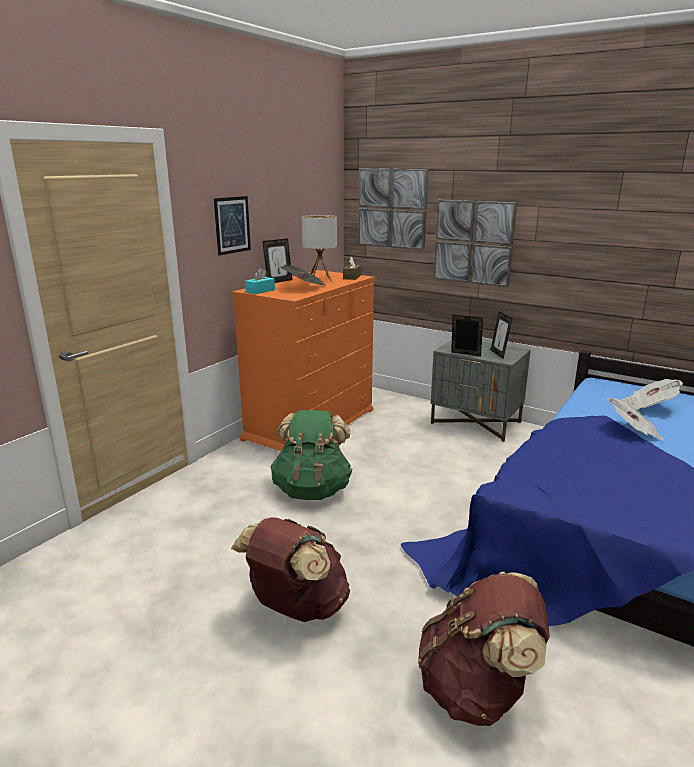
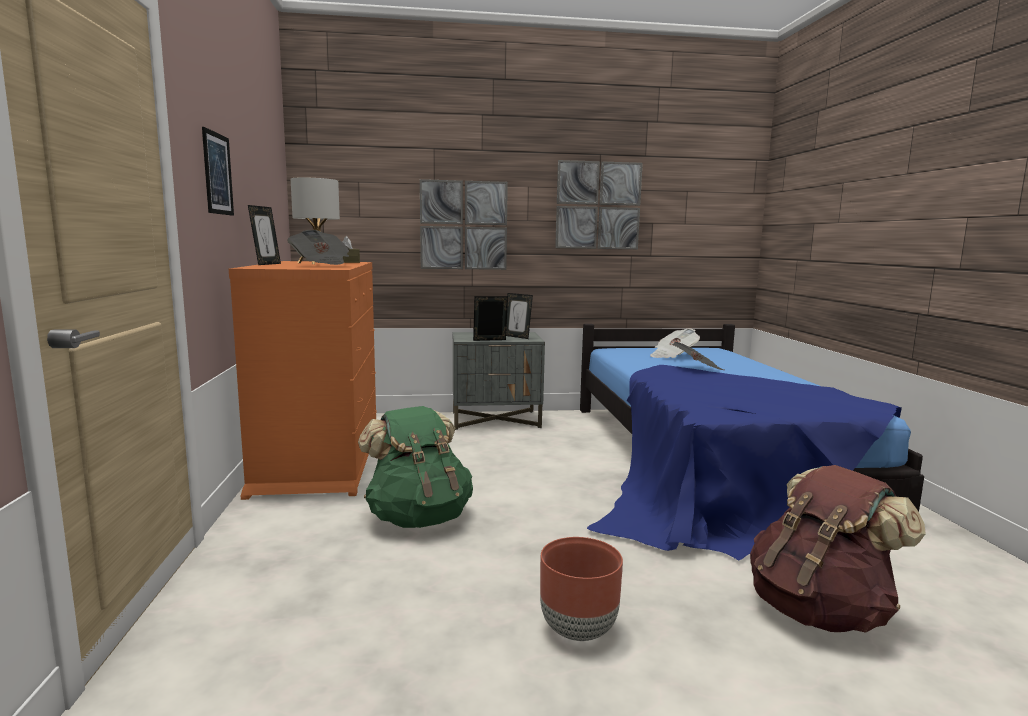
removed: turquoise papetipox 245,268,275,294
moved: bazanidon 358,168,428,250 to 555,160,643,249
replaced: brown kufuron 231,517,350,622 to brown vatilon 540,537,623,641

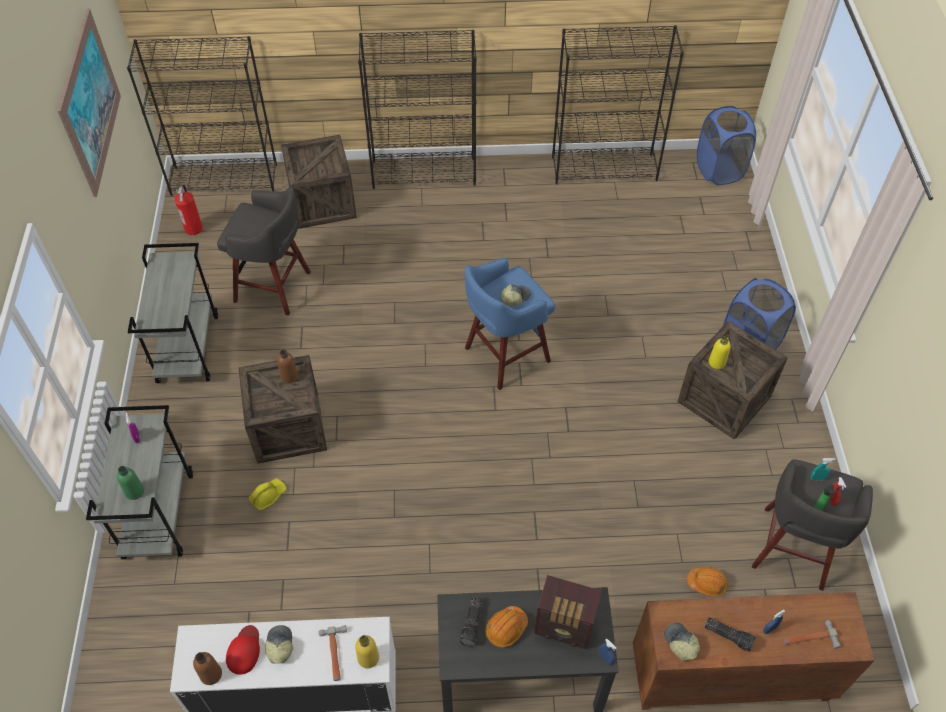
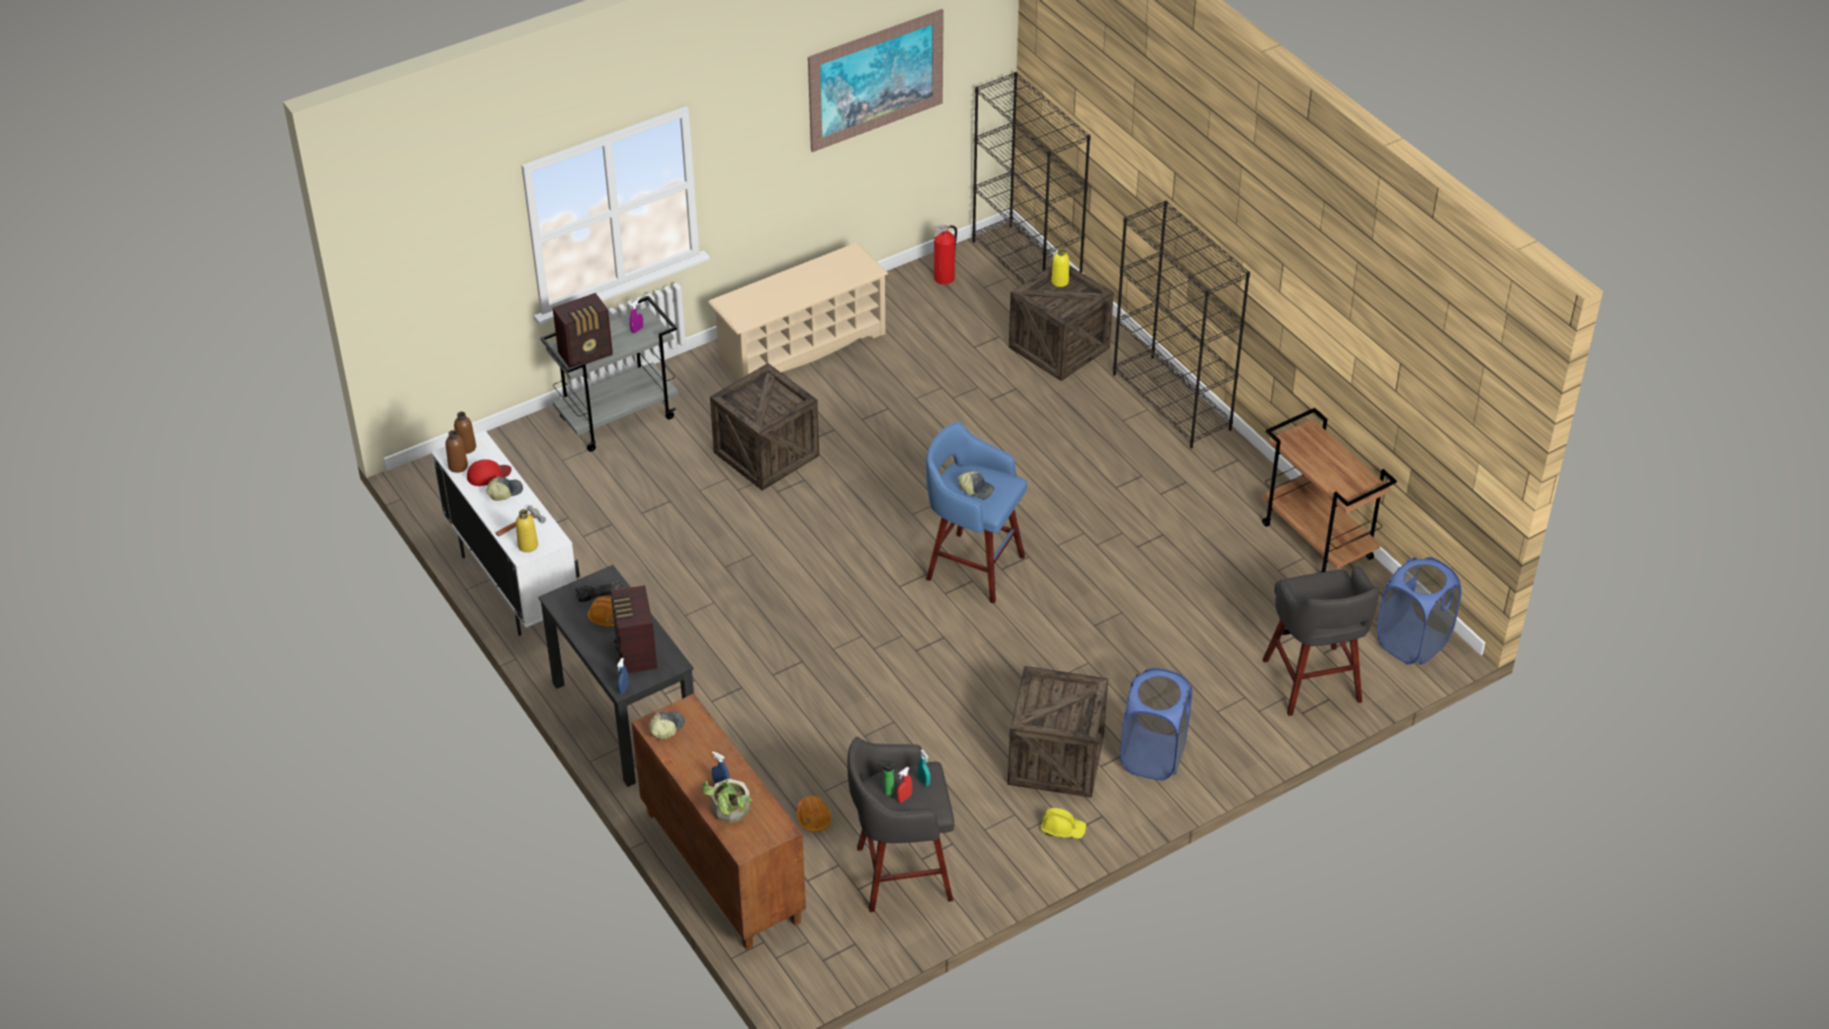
removed: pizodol 705,617,756,652
moved: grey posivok 217,186,311,316 to 1262,566,1379,716; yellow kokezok 709,336,730,369 to 1051,247,1069,287; brown kokezok 277,350,298,383 to 454,412,476,454; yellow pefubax 249,479,287,510 to 1041,808,1086,839
replaced: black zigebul 552,25,684,184 to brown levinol 1262,408,1397,572; grey levinol 128,243,218,383 to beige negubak 708,243,888,381; green kokezok 117,466,144,500 to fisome 553,293,613,368; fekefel 783,620,841,649 to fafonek 702,779,753,824

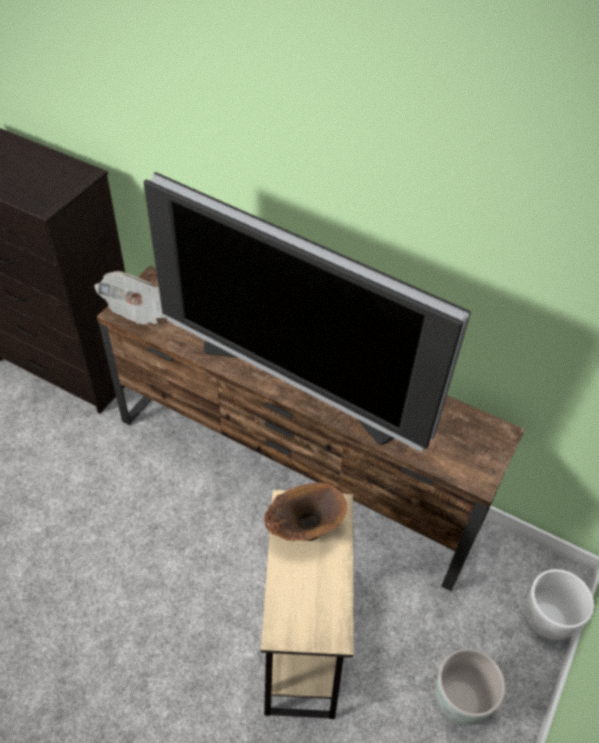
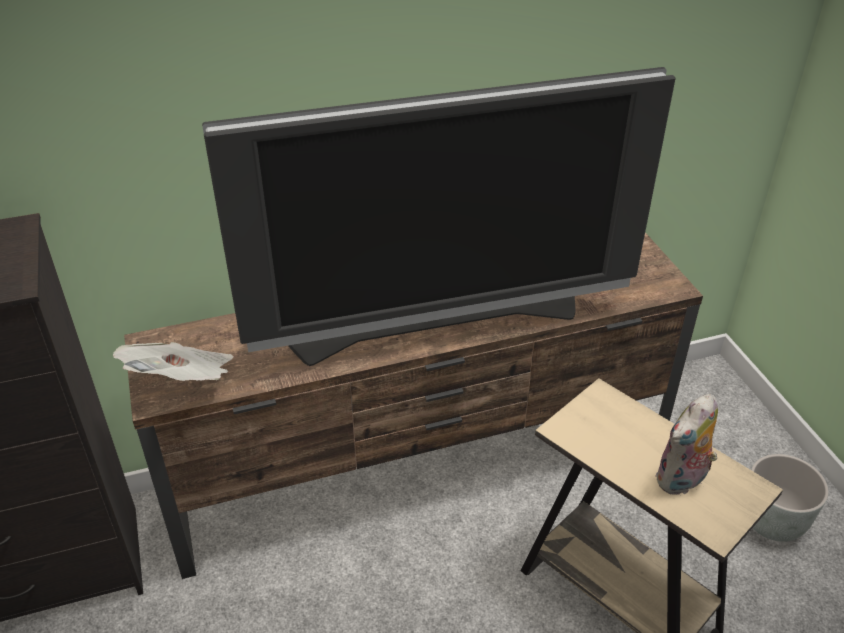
removed: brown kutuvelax 264,482,347,541; white vatilon 525,569,594,640
added: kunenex 655,394,718,495

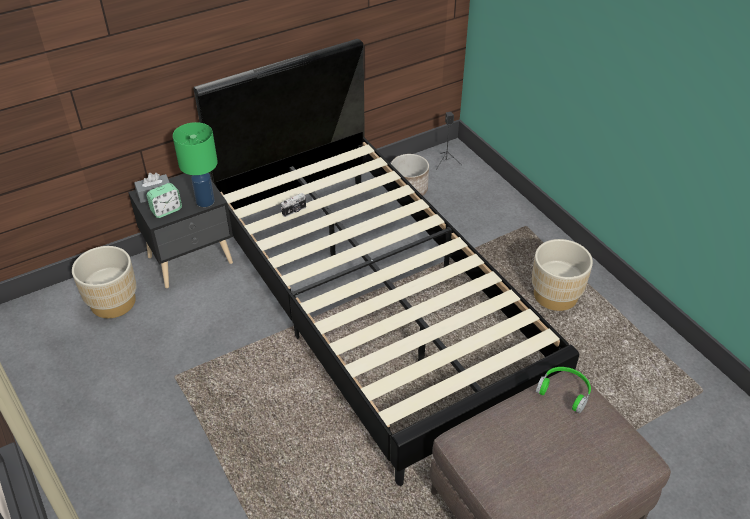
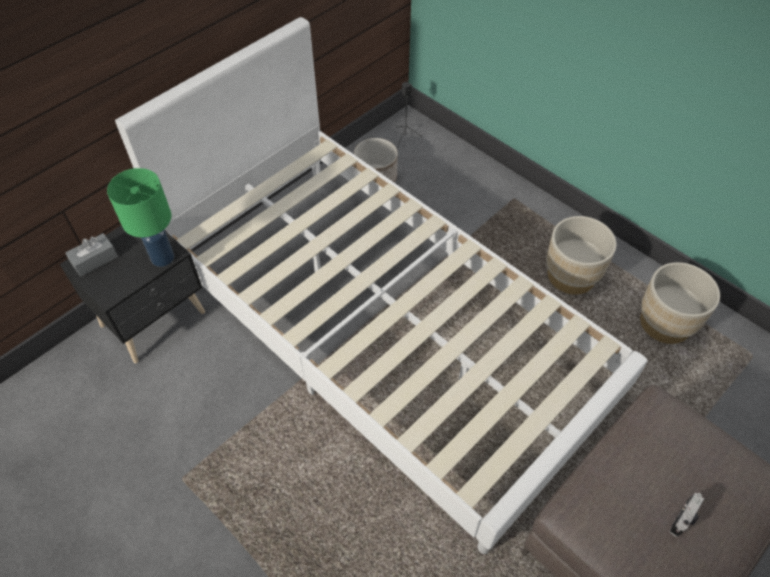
removed: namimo 147,183,182,218; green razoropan 536,367,591,413
moved: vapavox 281,193,306,217 to 669,493,704,537; beige vatilon 72,246,137,318 to 640,262,720,344
recoloured: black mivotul 193,39,579,486 to white mivotul 115,17,648,554

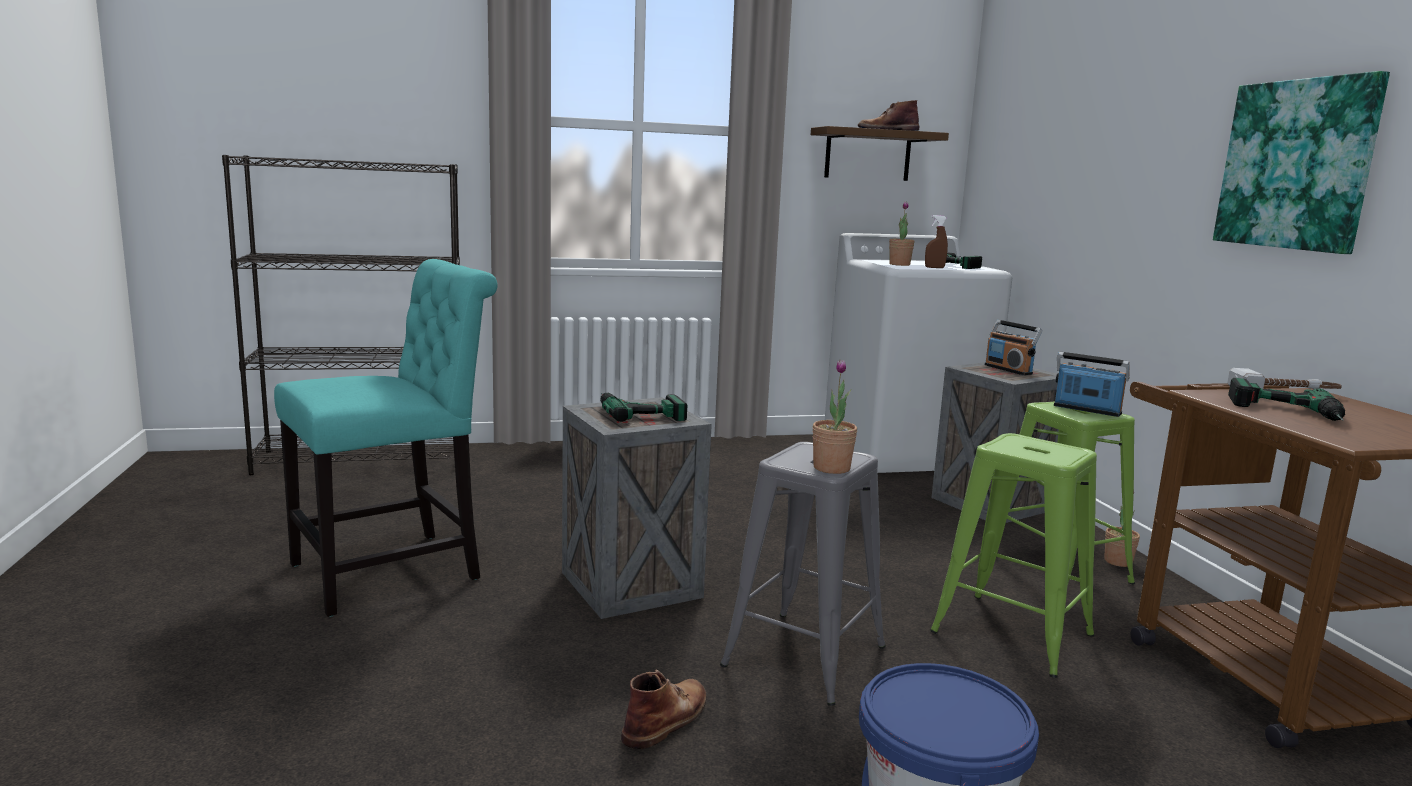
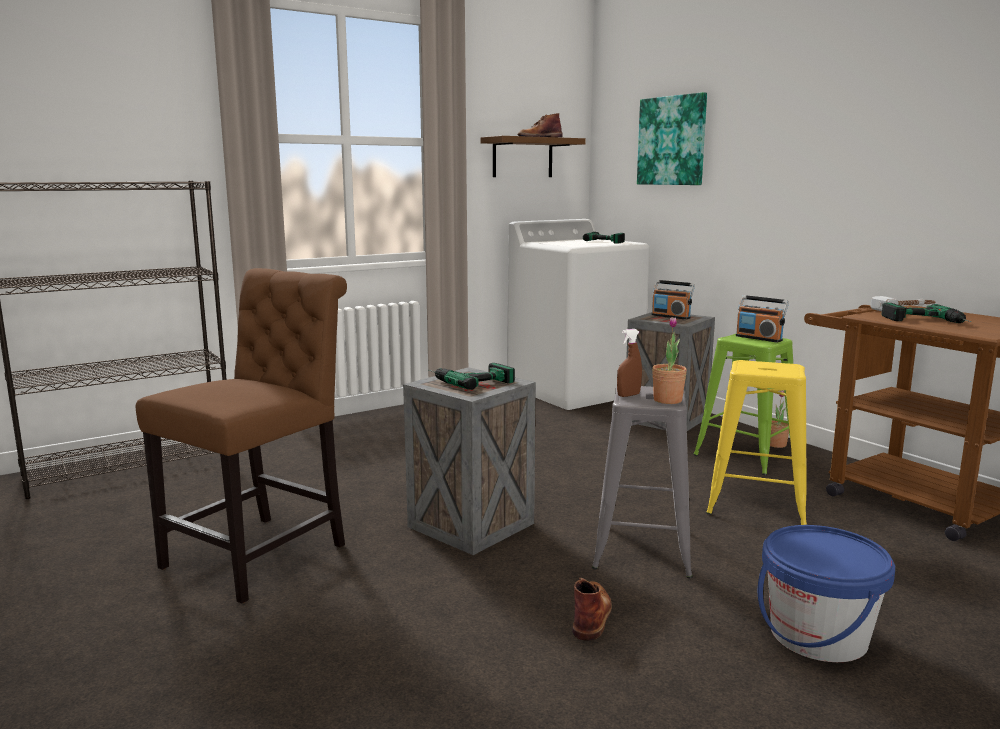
removed: fafonek 889,201,914,266
moved: bazanidon 1213,71,1390,254 to 637,92,707,185; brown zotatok 925,215,948,268 to 617,329,642,397
recoloured: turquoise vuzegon 274,259,498,617 to brown vuzegon 136,268,347,604; green posivok 930,433,1097,678 to yellow posivok 706,360,807,525
turned: fisome 1054,352,1130,417 = 736,295,789,343 150 degrees counterclockwise

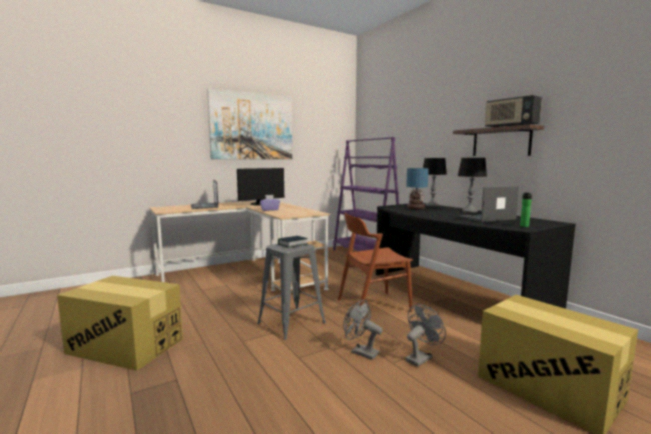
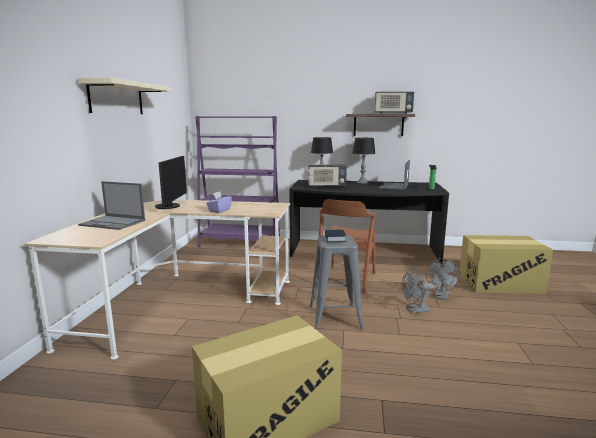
replaced: bazanidon 207,89,292,159 to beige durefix 77,77,171,114; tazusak 406,168,429,210 to fisome 308,164,347,187
turned: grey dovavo 405,304,446,367 = 426,258,461,300 150 degrees counterclockwise

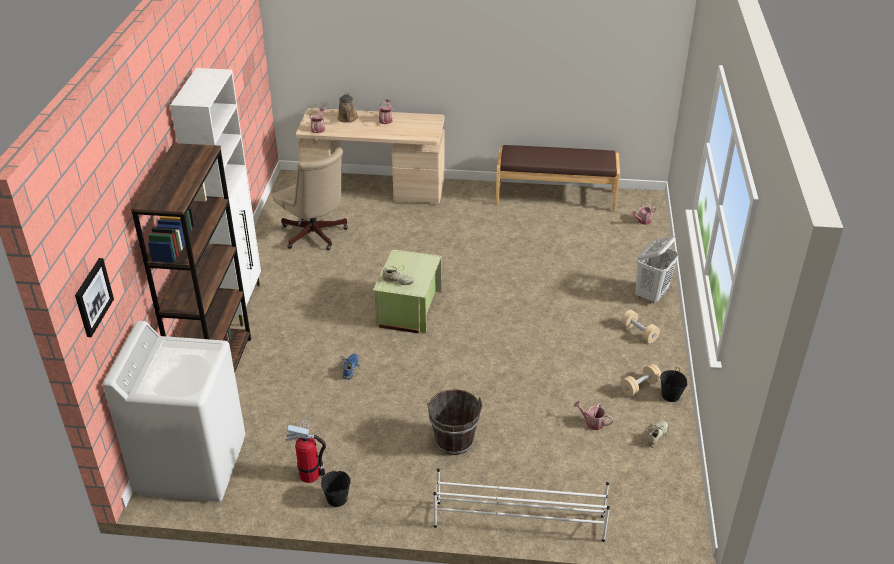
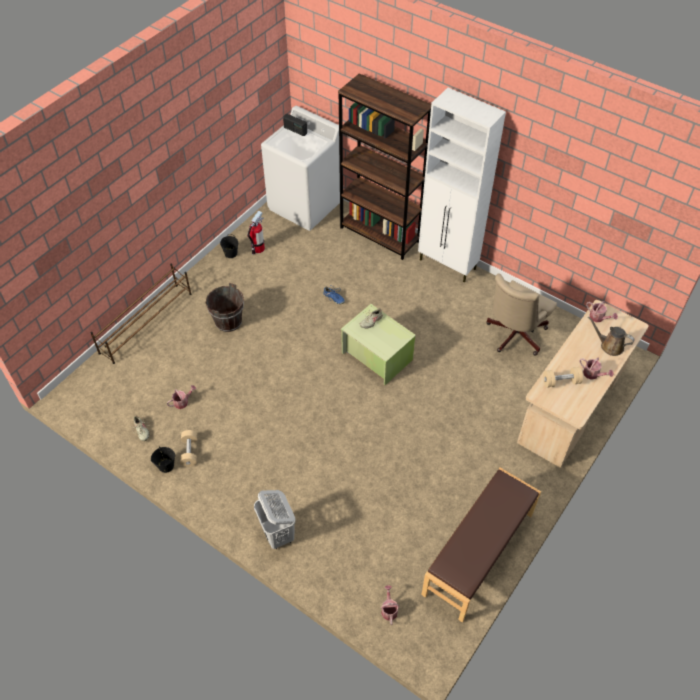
removed: bazanidon 75,258,114,337
added: fisome 283,114,307,136
moved: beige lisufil 621,310,660,343 to 543,367,583,388
recoloured: white negubak 433,469,610,542 to brown negubak 90,263,191,364
turned: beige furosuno 272,147,348,250 = 487,274,557,356 45 degrees counterclockwise

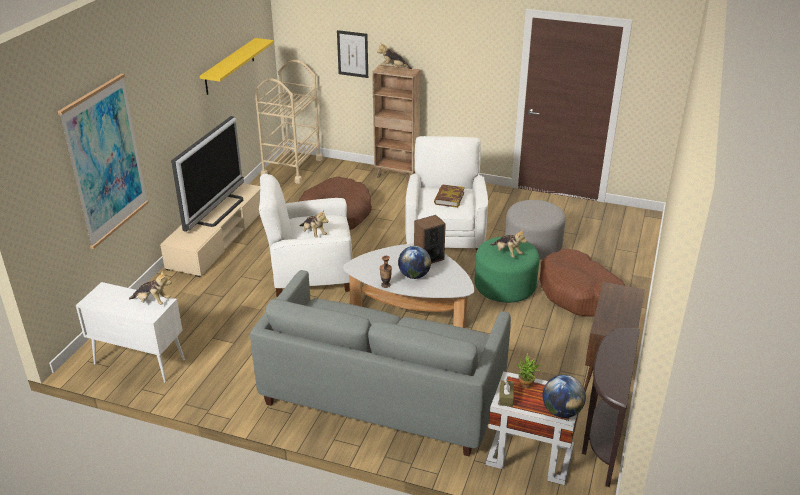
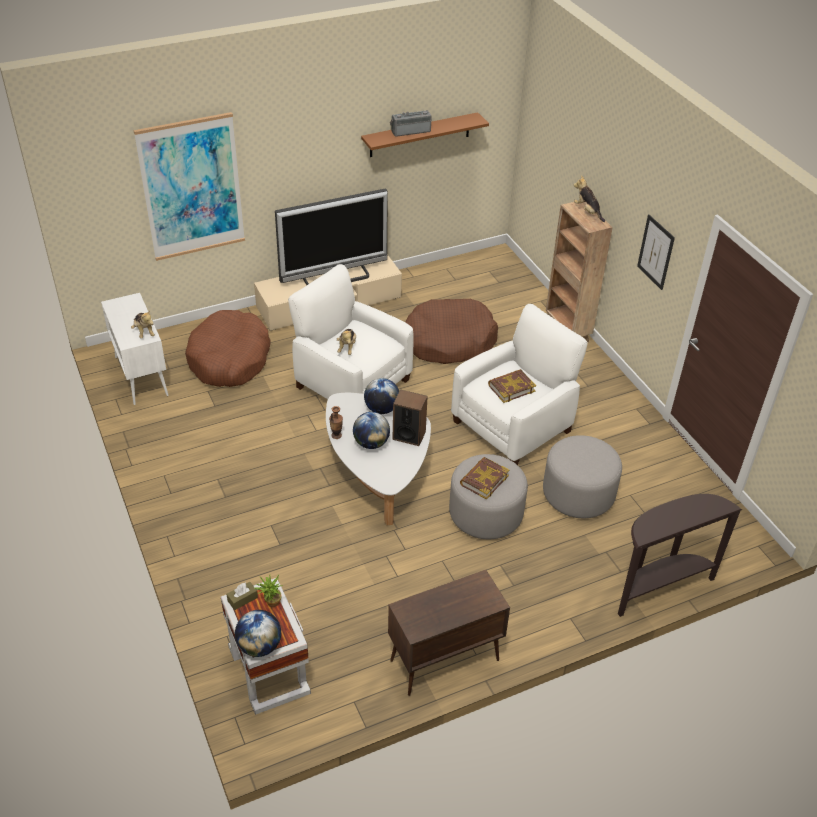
removed: beige levinol 255,60,323,183; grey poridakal 250,270,511,456
added: fisome 390,110,432,137; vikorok 364,378,399,414
moved: bazanidon 337,30,368,78 to 637,214,675,290; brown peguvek 540,249,626,317 to 185,310,270,387; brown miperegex 582,328,640,487 to 618,494,742,617
replaced: kunenex 491,229,527,257 to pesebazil 460,457,509,500
recoloured: yellow durefix 200,38,274,95 to brown durefix 361,112,489,157; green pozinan 475,237,540,303 to grey pozinan 449,454,528,539

